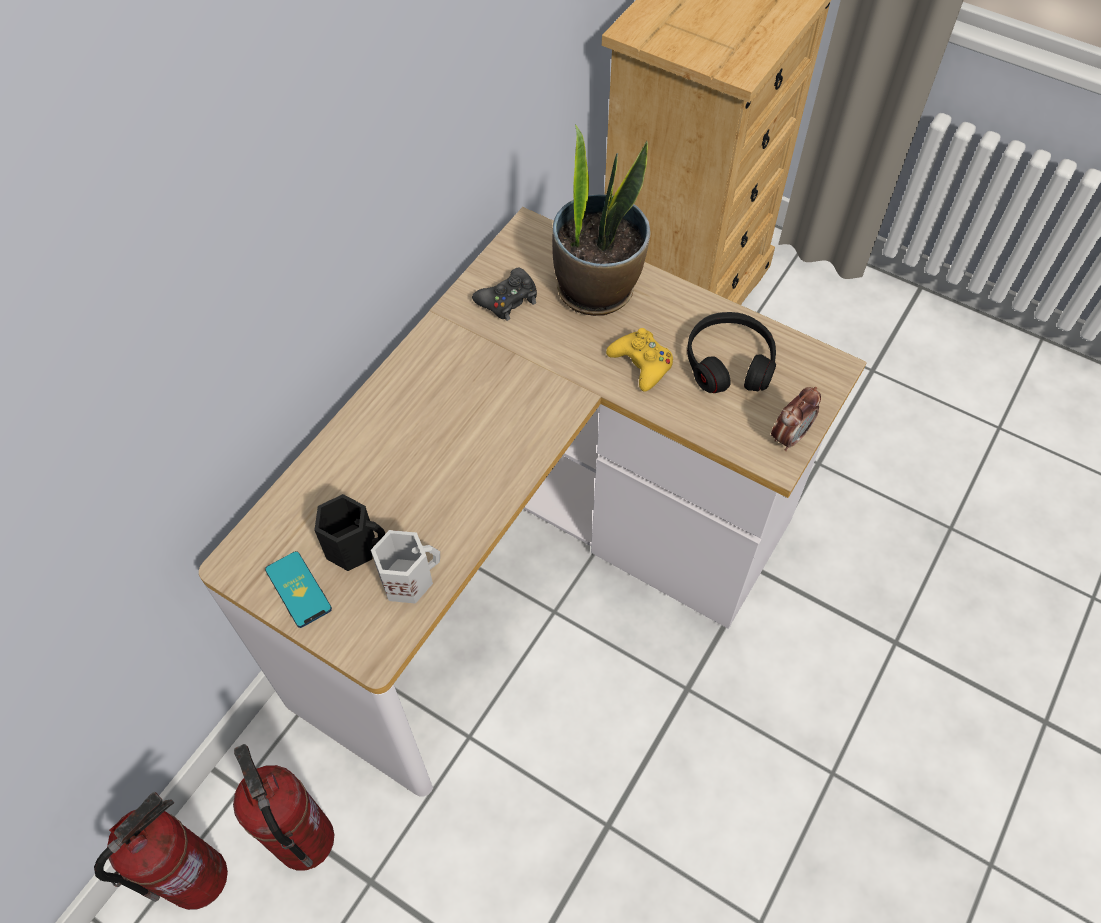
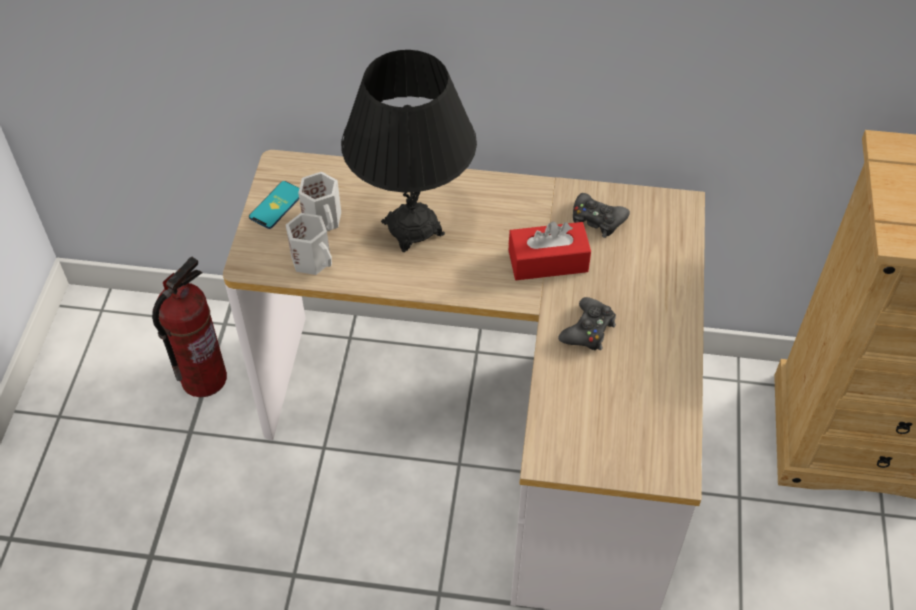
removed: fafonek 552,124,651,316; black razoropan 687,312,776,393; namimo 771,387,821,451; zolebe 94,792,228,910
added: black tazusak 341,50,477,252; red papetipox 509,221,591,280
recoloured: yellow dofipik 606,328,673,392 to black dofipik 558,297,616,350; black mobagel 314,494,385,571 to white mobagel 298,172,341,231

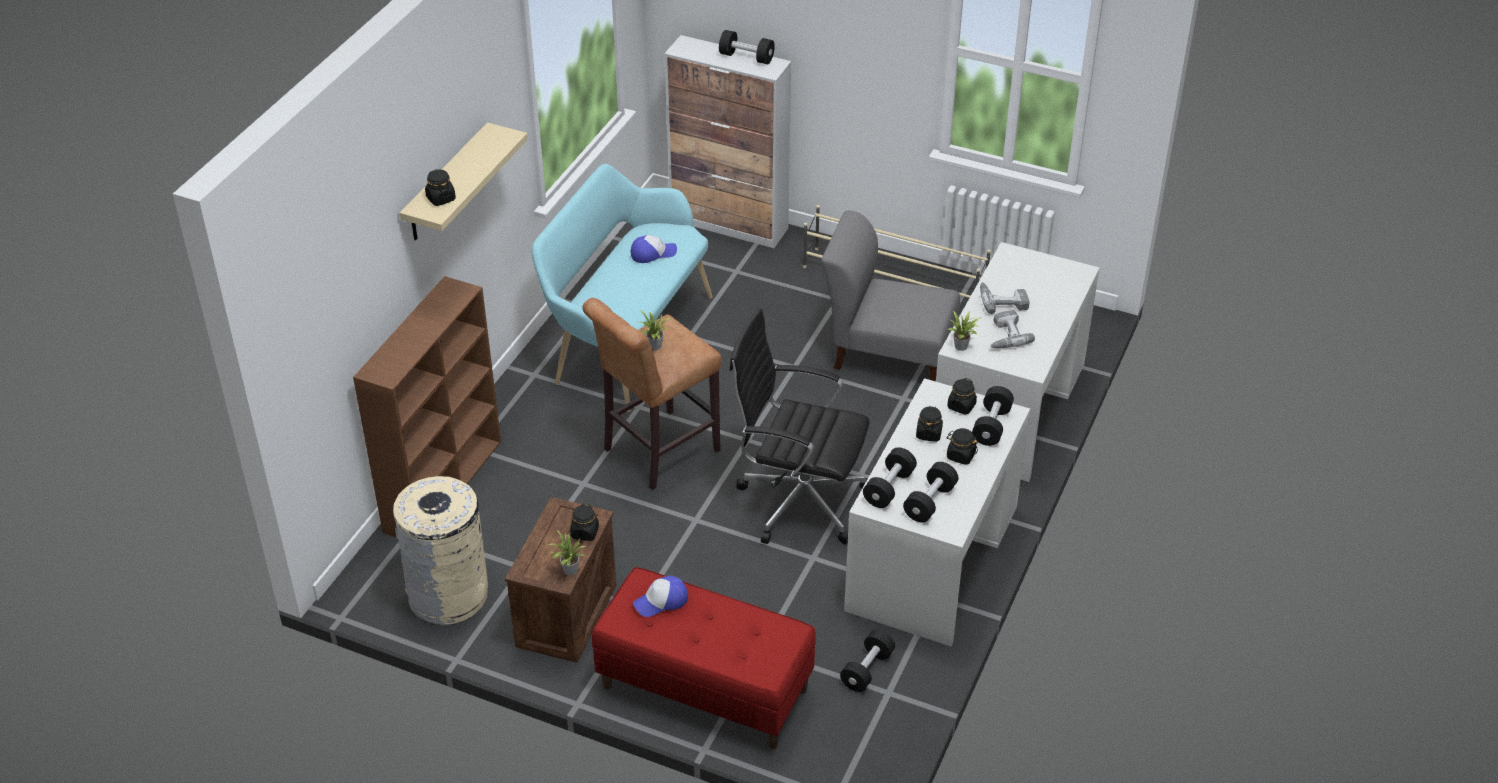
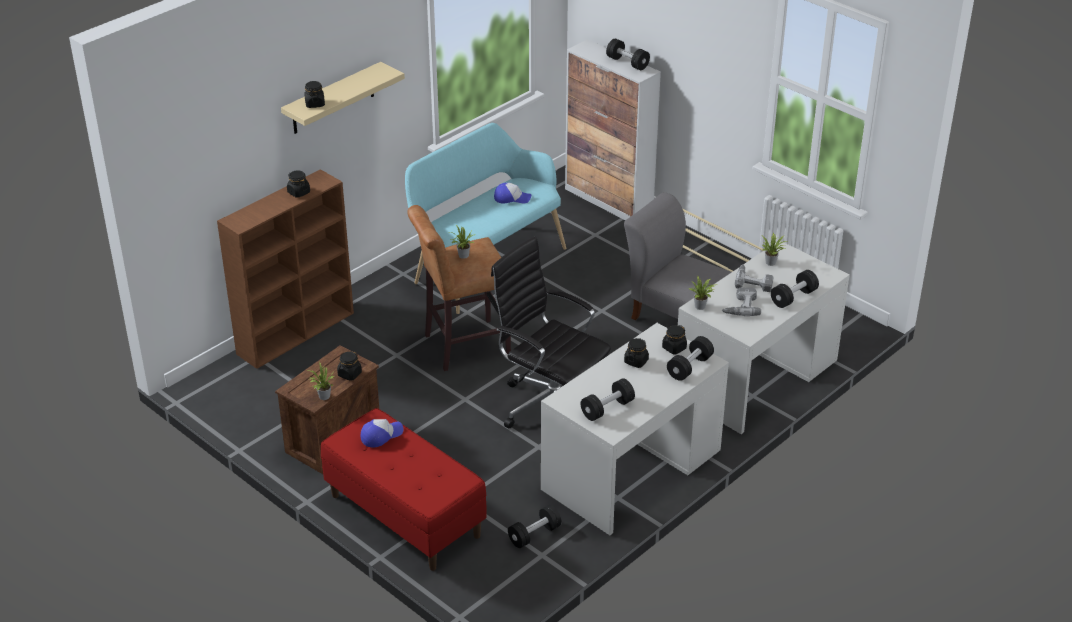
removed: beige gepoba 393,476,488,625
added: fafonek 762,233,787,266
moved: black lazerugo 946,428,978,465 to 287,170,310,198; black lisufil 863,447,917,508 to 771,270,819,308
turned: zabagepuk 633,576,688,617 = 361,419,404,447 150 degrees clockwise

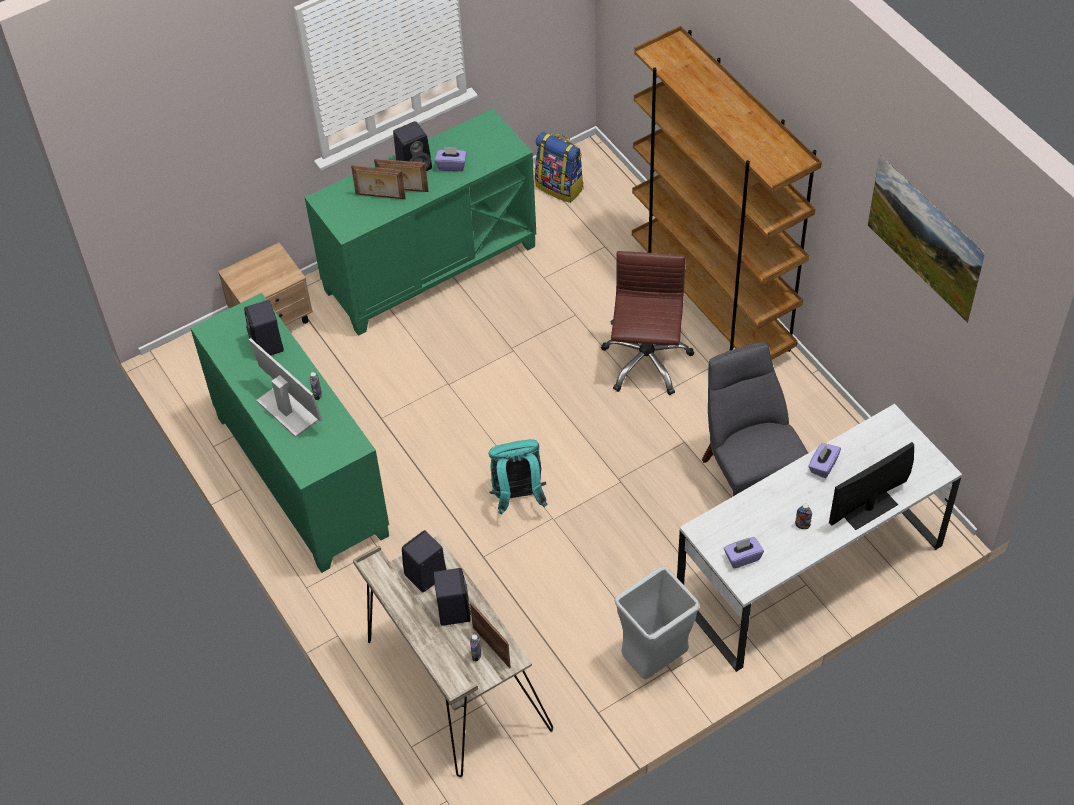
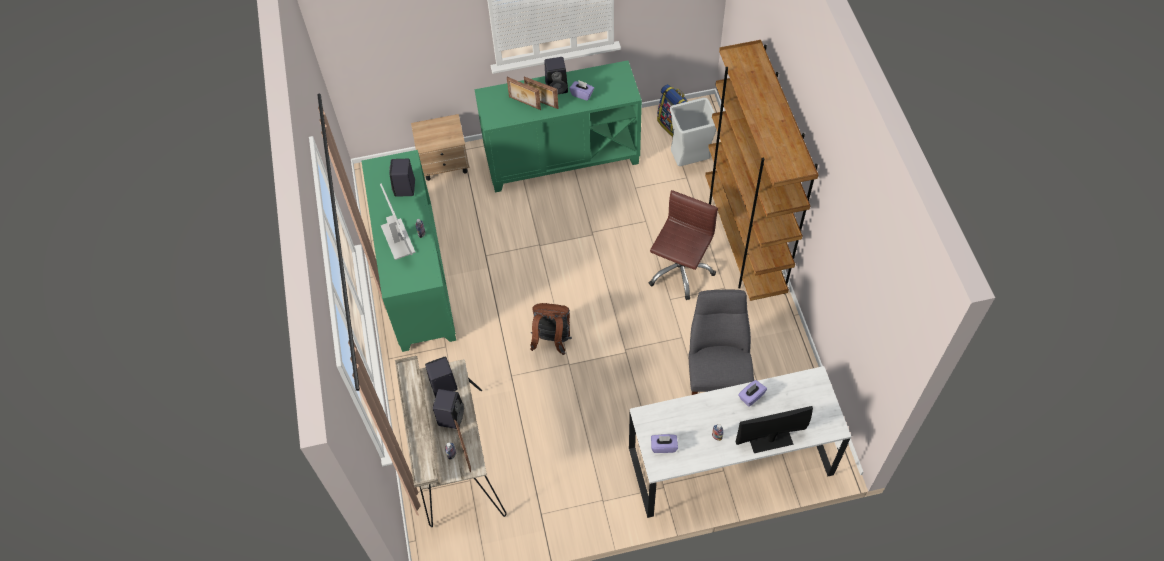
removed: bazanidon 868,155,985,323
moved: grey gepoba 614,567,700,679 to 670,98,716,166
recoloured: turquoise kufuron 489,439,547,515 to brown kufuron 530,303,572,355

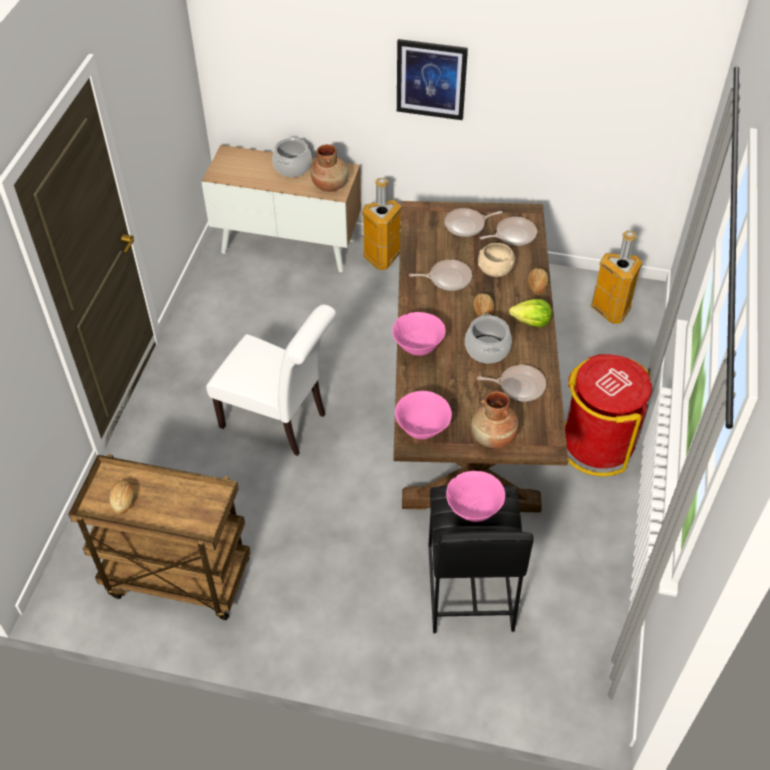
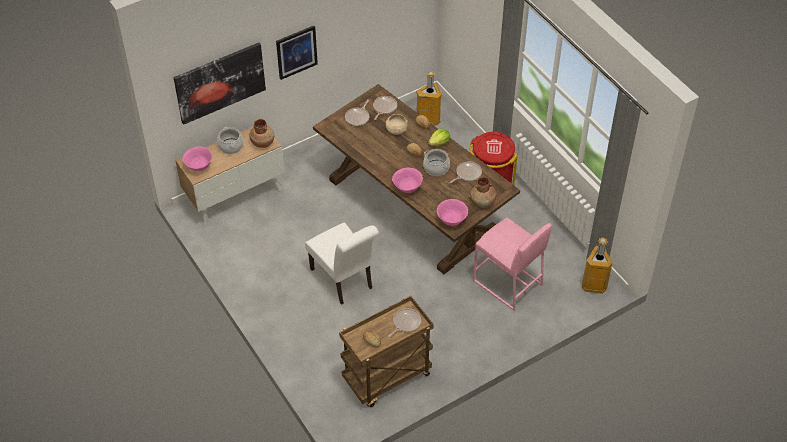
added: bazanidon 173,43,266,125
moved: gepoba 362,178,401,270 to 582,237,612,294; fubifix 409,260,472,291 to 388,308,421,338; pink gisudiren 446,471,505,522 to 182,146,212,171
recoloured: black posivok 428,485,533,633 to pink posivok 473,218,552,311
turned: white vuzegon 206,304,336,456 = 305,223,379,305 75 degrees clockwise

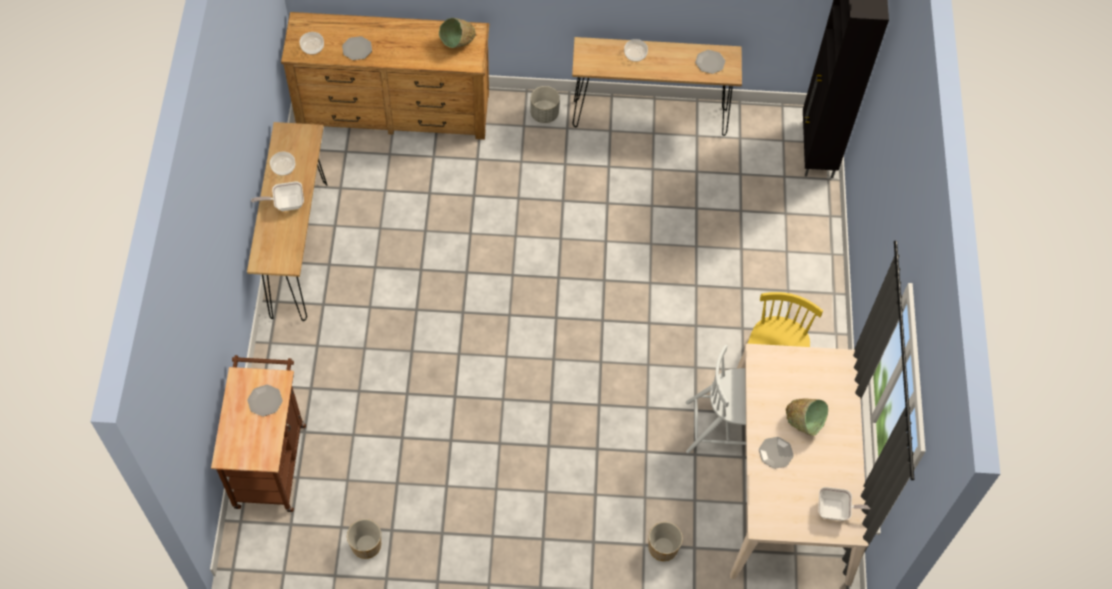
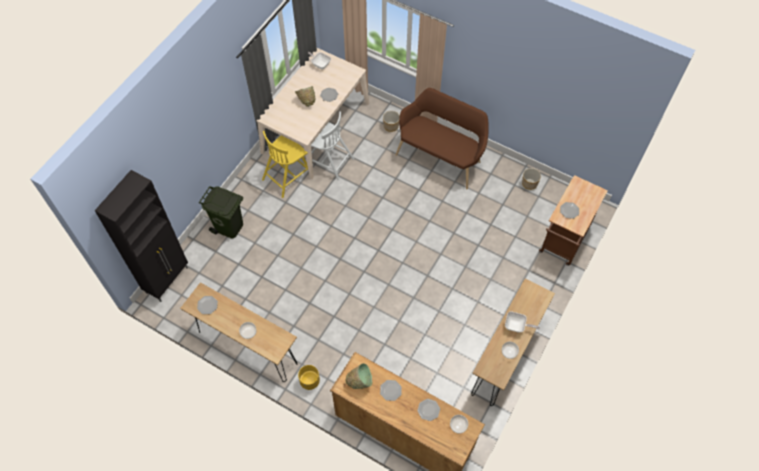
added: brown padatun 396,88,489,190; green gepoba 199,186,243,238; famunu 380,380,402,401
recoloured: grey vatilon 530,86,560,123 to yellow vatilon 298,365,320,390

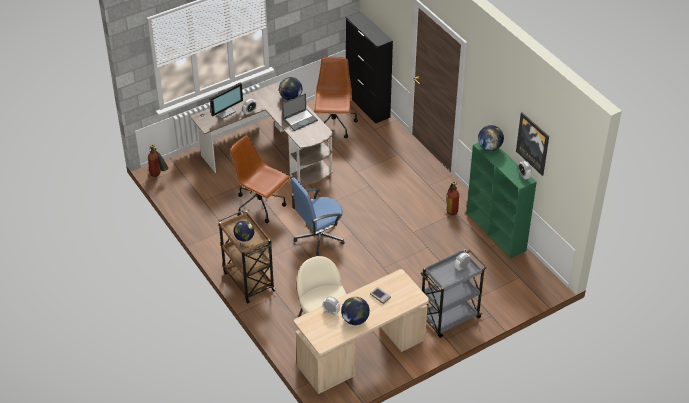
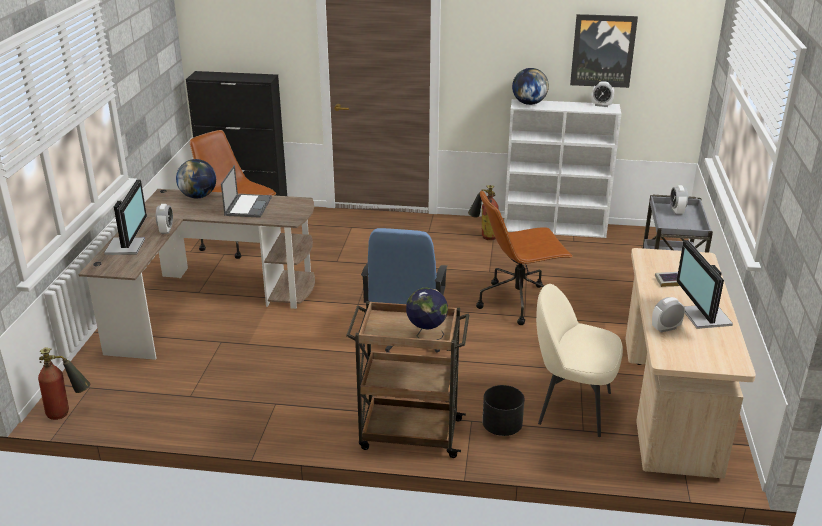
added: black vatilon 482,385,525,436
moved: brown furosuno 230,135,290,223 to 476,190,573,325
replaced: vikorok 341,297,370,325 to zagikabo 676,240,733,329
recoloured: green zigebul 466,142,537,258 to white zigebul 504,99,621,238

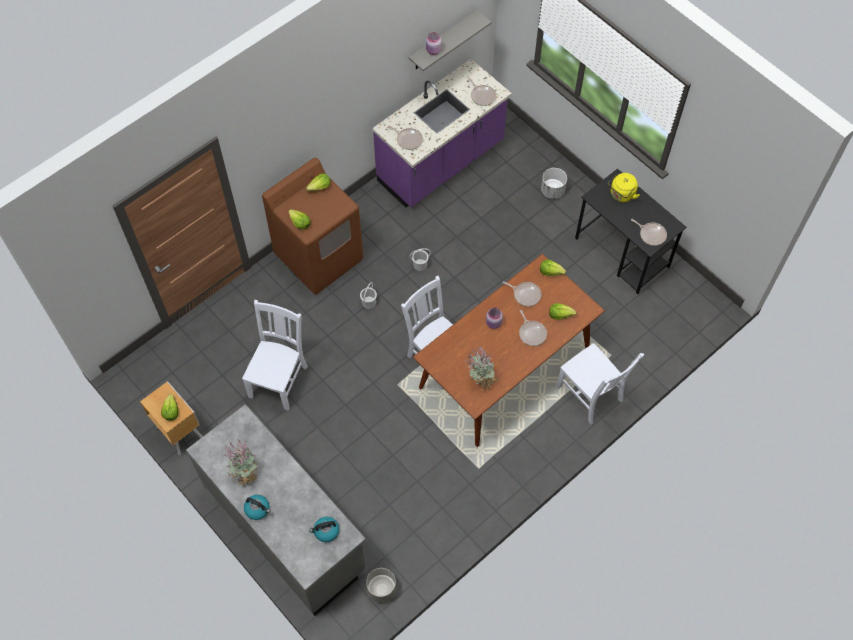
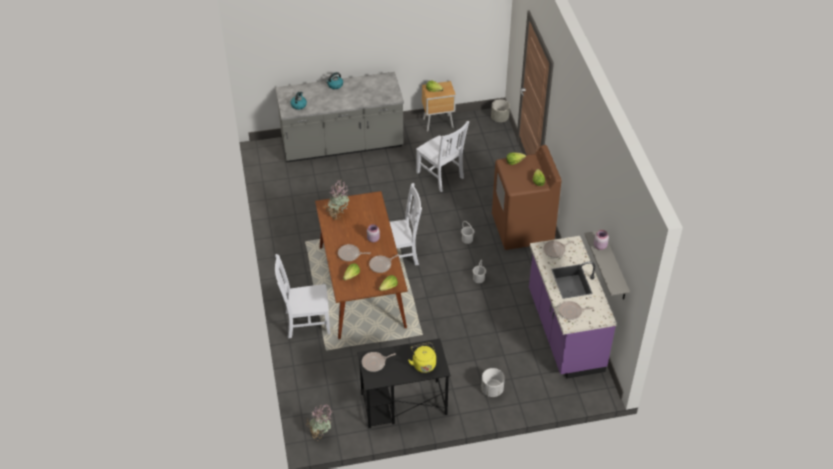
moved: fafonek 224,438,259,487 to 306,404,332,441; grey vatilon 366,568,396,603 to 491,99,510,122

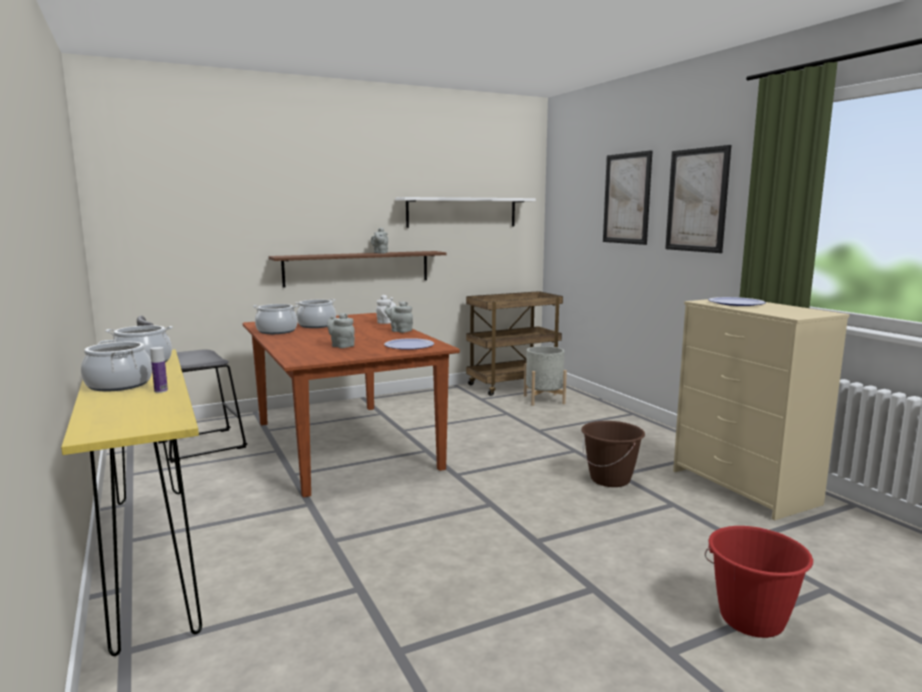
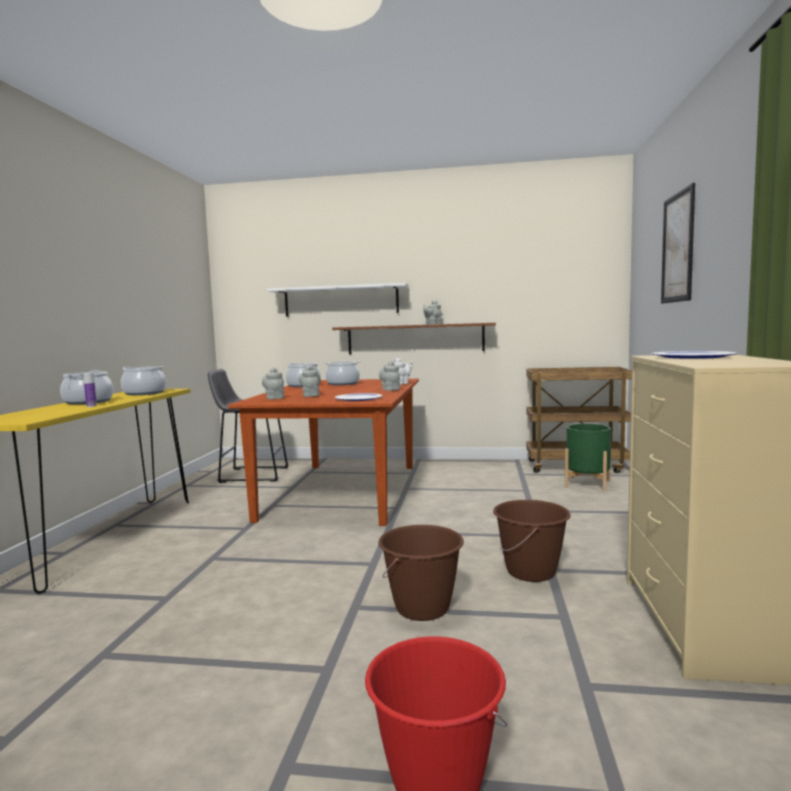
removed: bazanidon 665,145,731,253
added: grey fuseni 262,367,284,400; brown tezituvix 378,525,464,621
moved: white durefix 395,197,536,228 to 267,283,409,317
recoloured: grey vatilon 524,346,567,406 to green vatilon 565,424,611,491

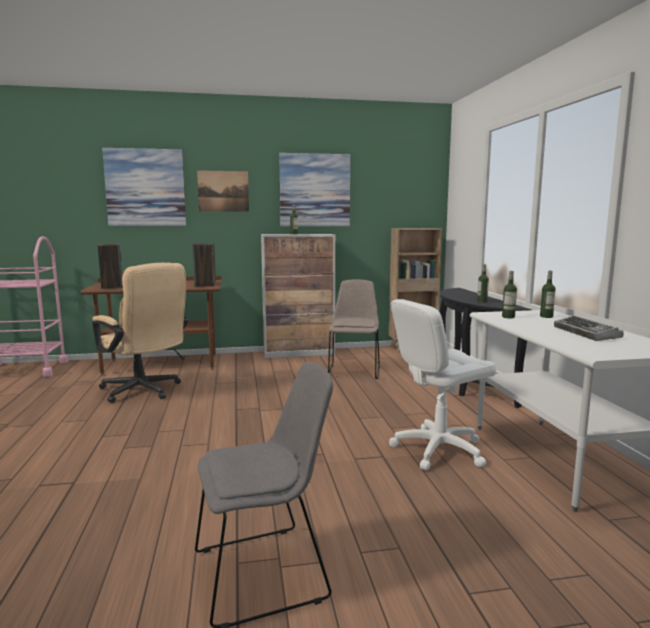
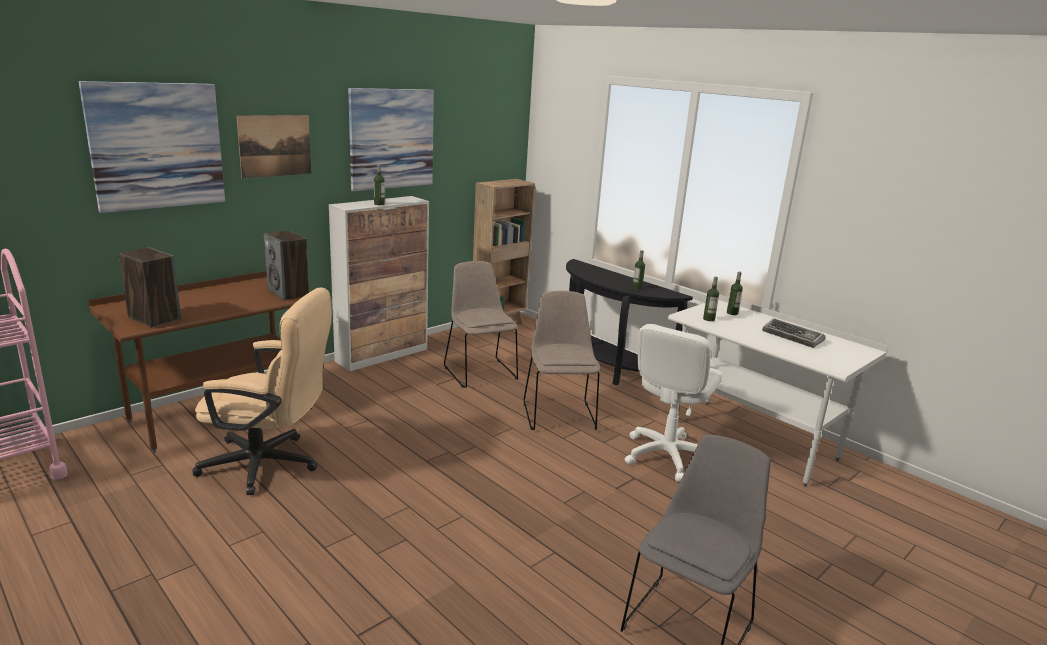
added: beige vuzegon 524,291,600,430

